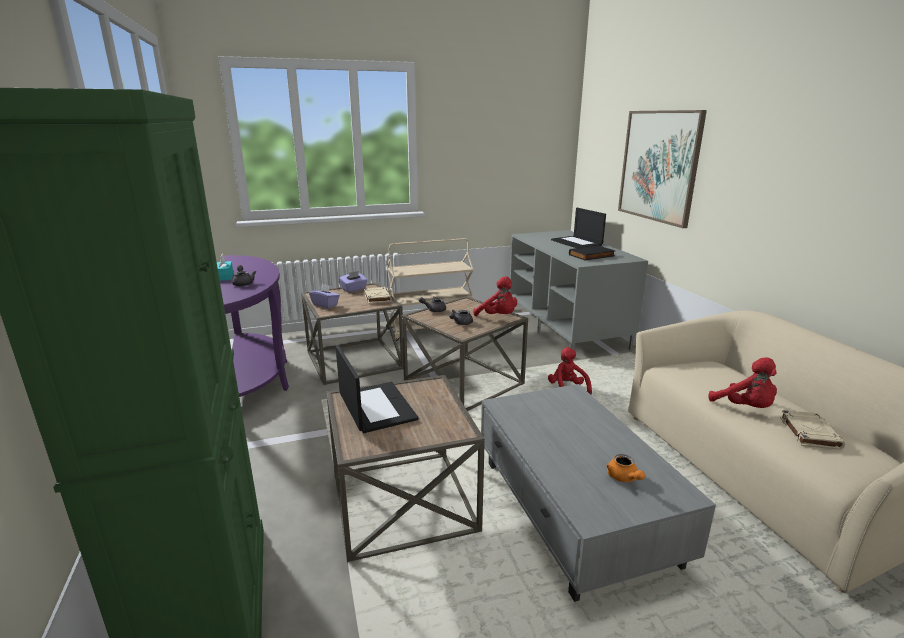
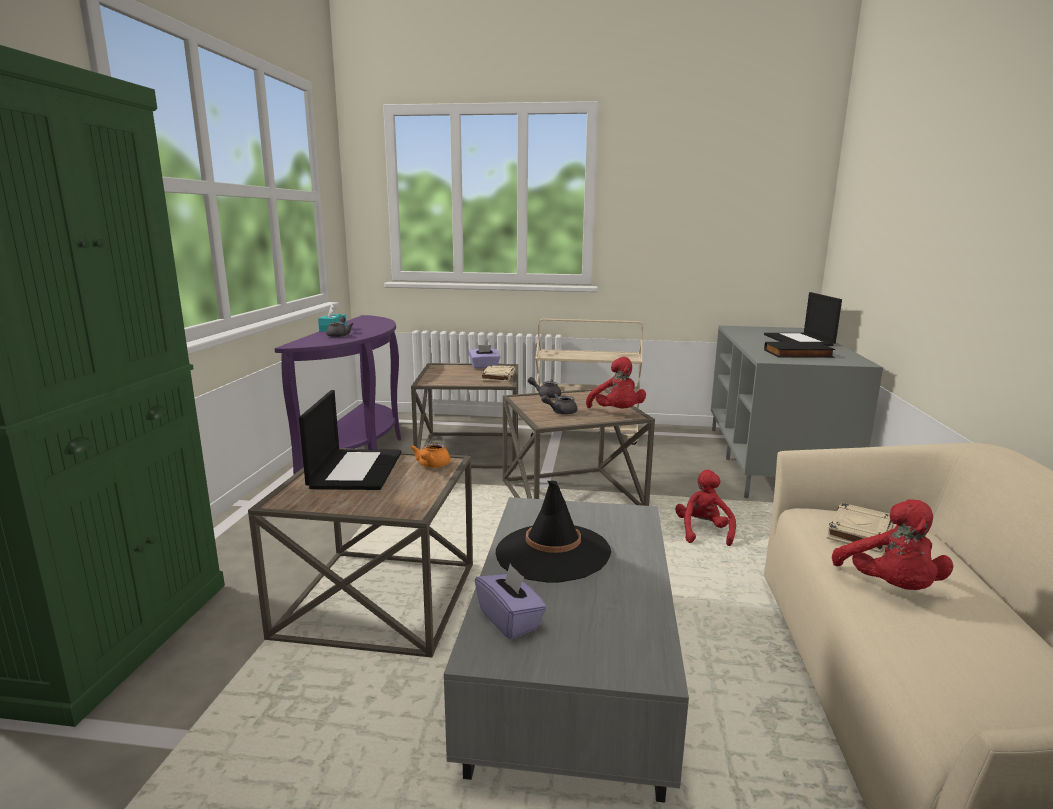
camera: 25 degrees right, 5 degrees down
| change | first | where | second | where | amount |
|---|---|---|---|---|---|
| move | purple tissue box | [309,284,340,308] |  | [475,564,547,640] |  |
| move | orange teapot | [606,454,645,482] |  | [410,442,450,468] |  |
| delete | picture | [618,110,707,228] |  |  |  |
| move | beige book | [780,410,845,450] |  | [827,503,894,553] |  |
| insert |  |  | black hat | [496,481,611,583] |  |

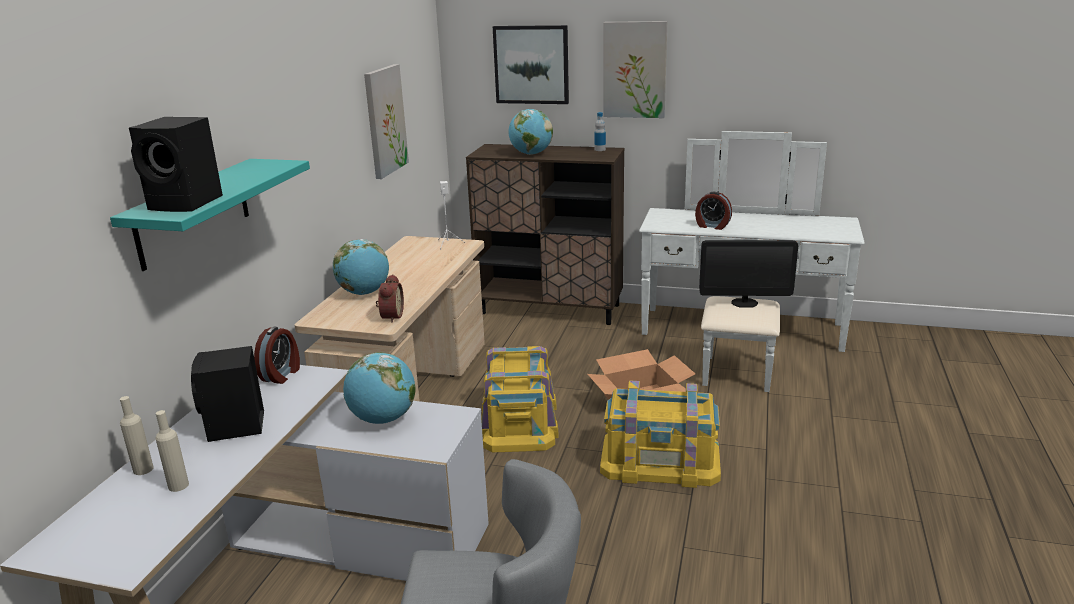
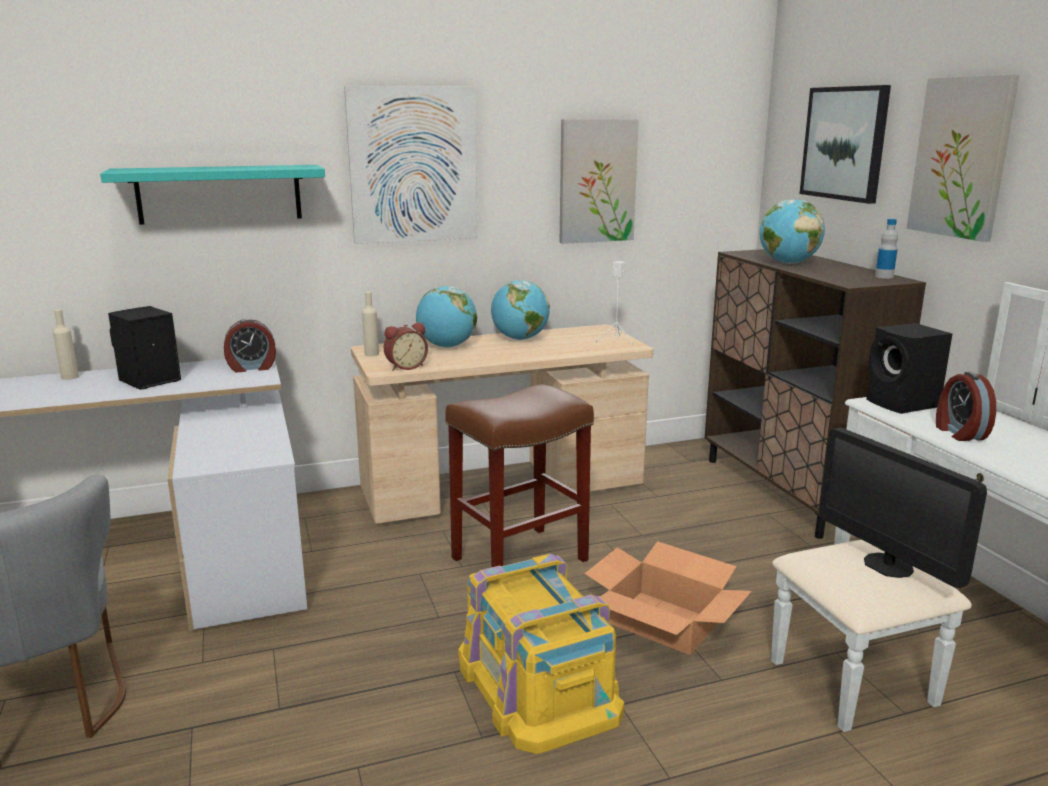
camera: 55 degrees right, 5 degrees down
| change | first | where | second | where | amount |
|---|---|---|---|---|---|
| move | black speaker | [129,117,223,212] |  | [866,323,952,414] |  |
| move | beige bottle | [155,410,189,492] |  | [362,292,379,356] |  |
| move | globe | [343,352,416,424] |  | [491,280,550,340] |  |
| replace | yellow storage box | [481,346,559,452] | brown stool | [445,384,594,567] |  |
| insert |  |  | picture | [344,86,478,244] |  |

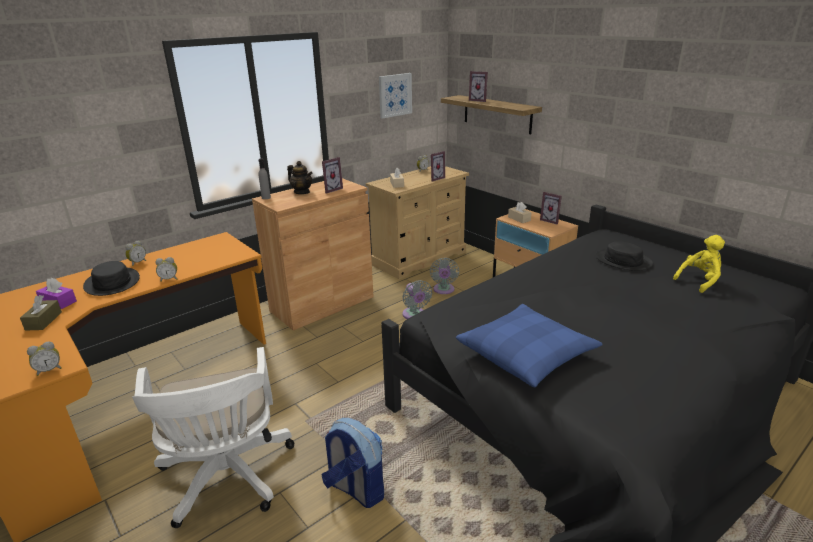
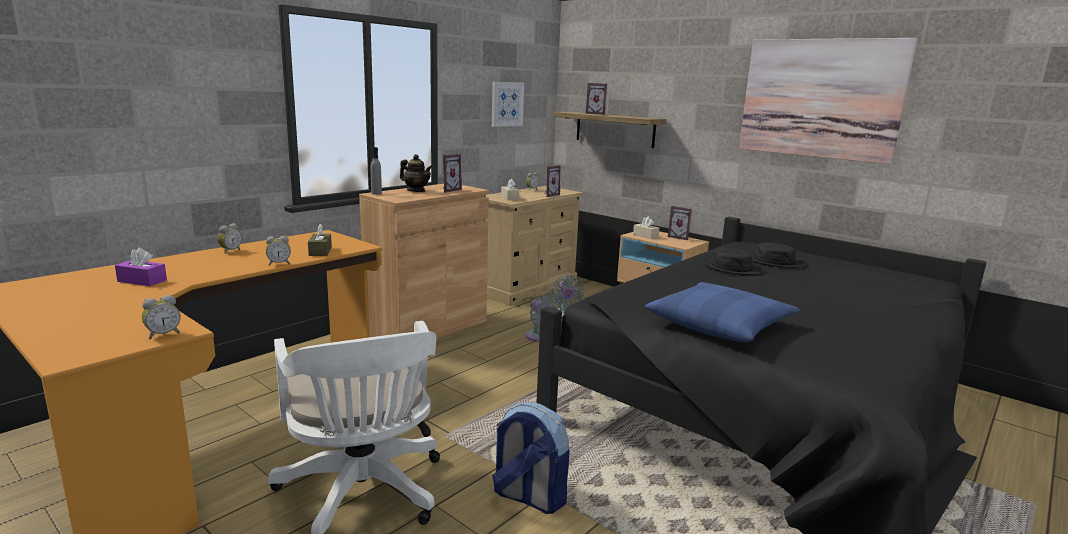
camera: 10 degrees left, 10 degrees down
| change | first | where | second | where | amount |
|---|---|---|---|---|---|
| move | brown tissue box | [20,295,62,331] |  | [308,224,332,256] |  |
| move | black hat | [83,261,140,296] |  | [702,247,763,275] |  |
| delete | yellow plush toy | [673,235,725,293] |  |  |  |
| insert |  |  | picture | [739,38,917,164] |  |

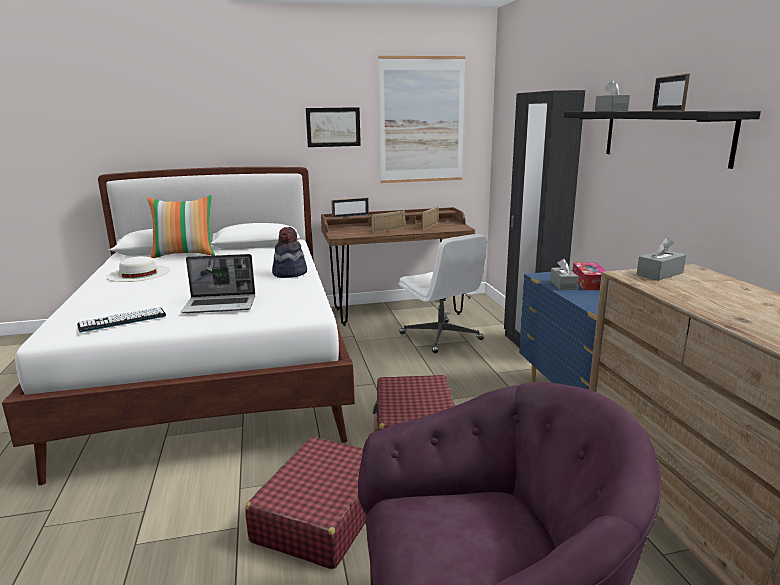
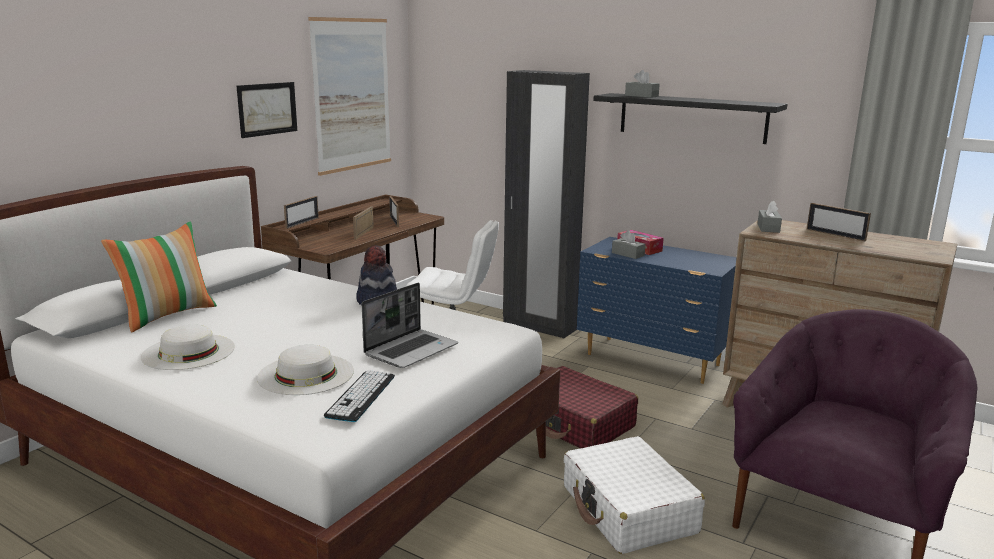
camera: 45 degrees left, 0 degrees up
| change | first | where | second | where | amount |
|---|---|---|---|---|---|
| recolor | red suitcase | [245,437,366,569] | white suitcase | [564,436,705,554] |  |
| move | picture frame | [652,74,690,111] |  | [807,203,871,241] |  |
| insert |  |  | white hat | [257,345,354,395] |  |

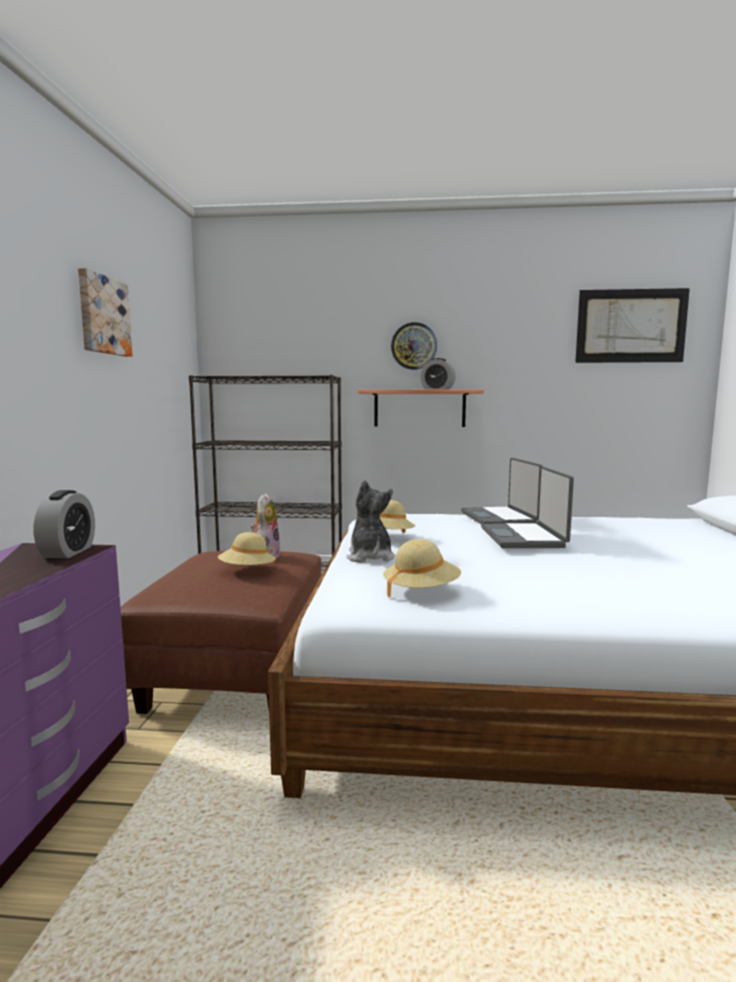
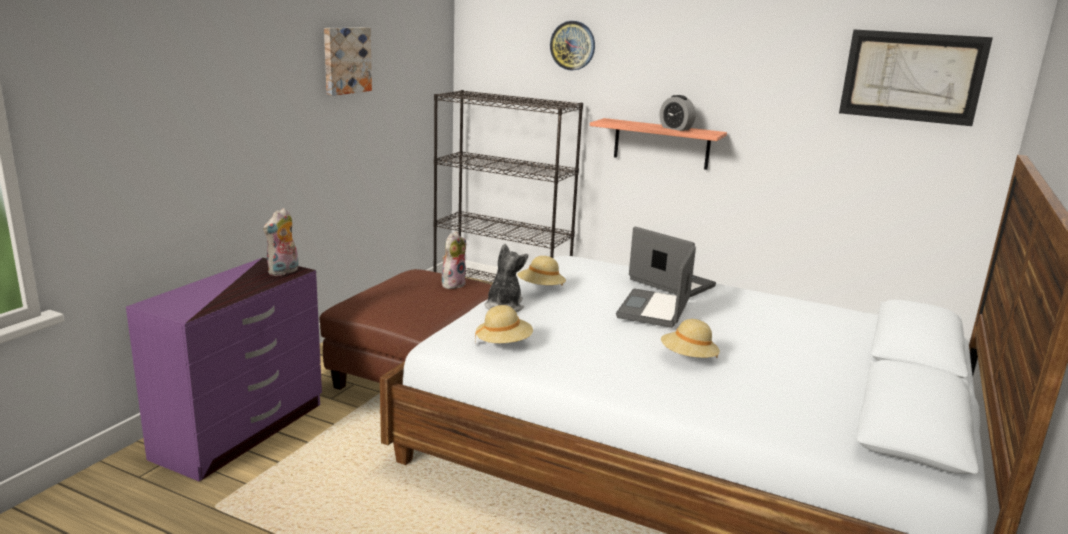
camera: 20 degrees right, 10 degrees up
| change | first | where | second | where | amount |
|---|---|---|---|---|---|
| replace | alarm clock | [33,490,95,558] | plush toy | [263,208,299,276] |  |
| move | beige hat | [218,532,276,566] |  | [661,319,720,358] |  |
| move | wall clock | [391,322,437,370] |  | [550,21,595,71] |  |
| rotate | laptop | [461,458,543,524] |  | [629,227,716,297] | 120 degrees clockwise |

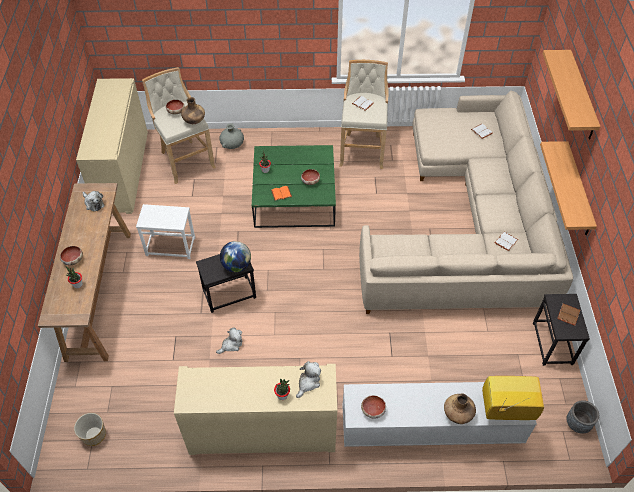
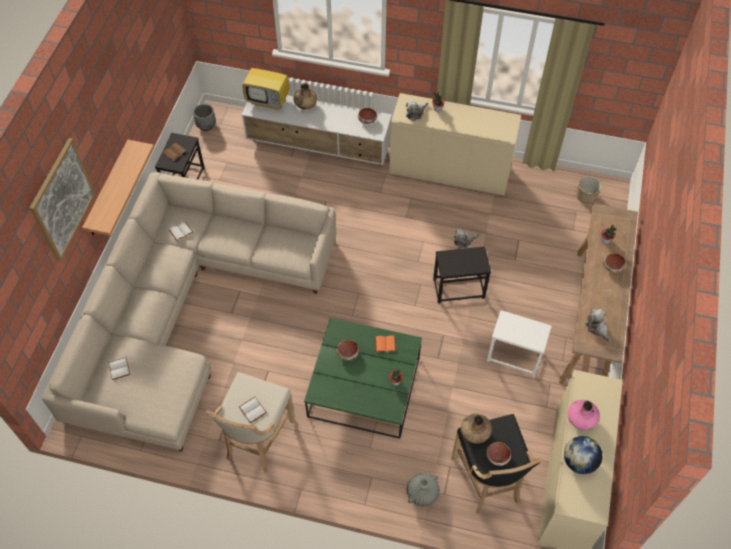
camera: 165 degrees left, 5 degrees up
| change | first | where | second | where | amount |
|---|---|---|---|---|---|
| recolor | beige stool | [142,67,216,184] | black stool | [451,414,542,514] |  |
| move | globe | [220,241,251,272] |  | [564,436,602,474] |  |
| replace | shelf | [543,50,600,139] | picture | [30,138,95,261] |  |
| insert |  |  | pink vase | [568,400,600,430] |  |

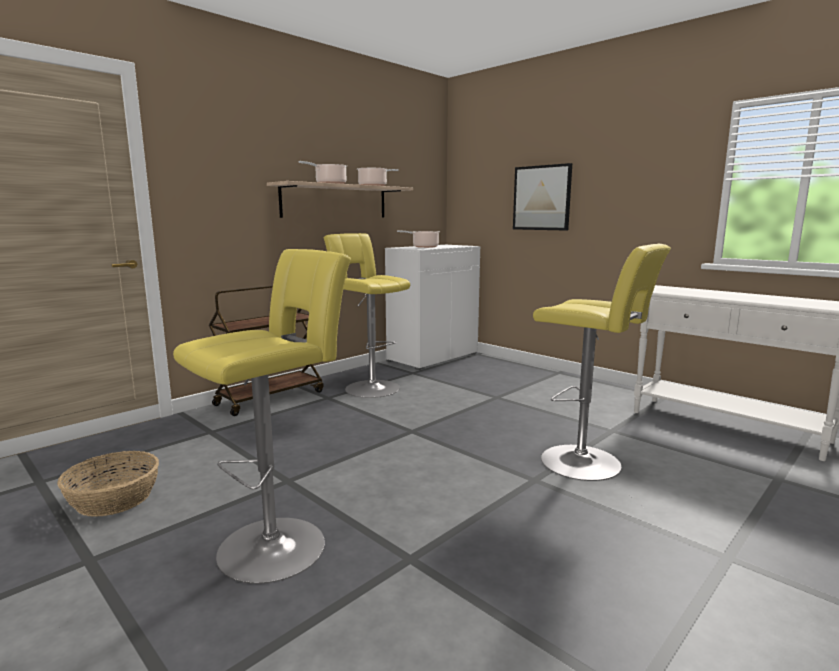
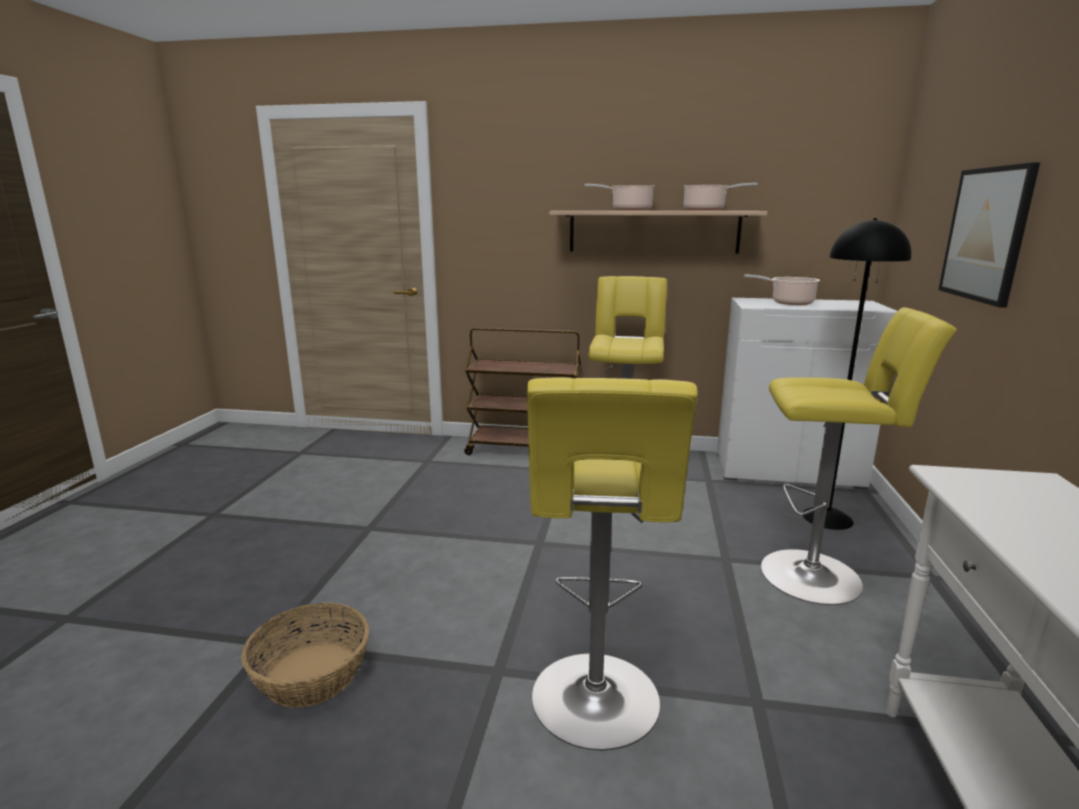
camera: 55 degrees right, 5 degrees up
| change | first | where | second | where | amount |
|---|---|---|---|---|---|
| move | basket | [57,451,159,517] |  | [241,602,369,708] |  |
| move | yellow stool | [173,249,351,584] |  | [761,307,957,605] |  |
| insert |  |  | black floor lamp | [803,218,911,530] |  |

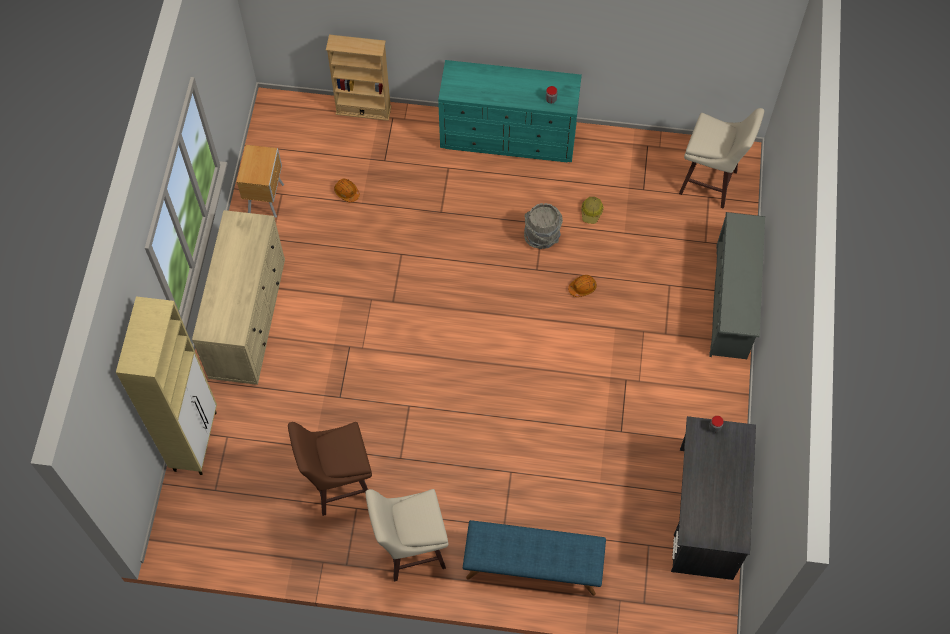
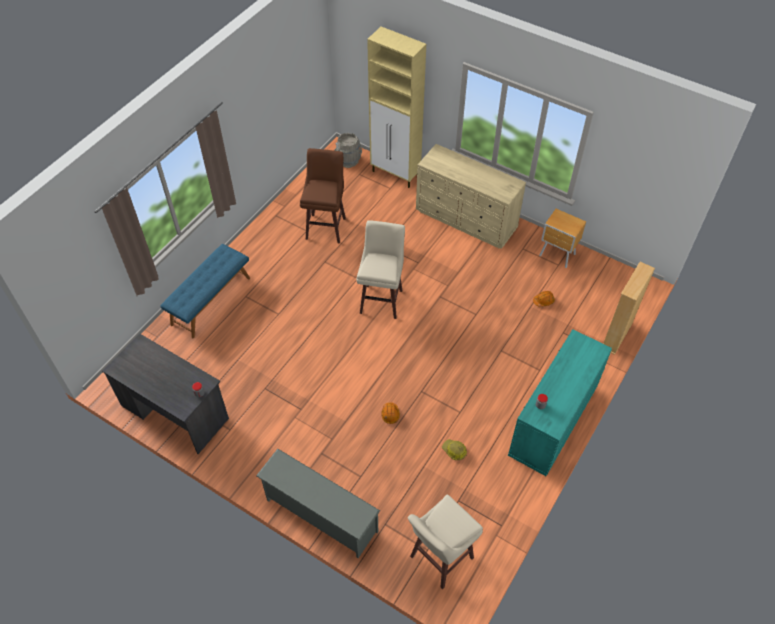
camera: 115 degrees right, 10 degrees down
| change | first | where | second | where | amount |
|---|---|---|---|---|---|
| move | beige stool | [365,489,448,581] |  | [356,220,405,319] |  |
| move | grey bucket | [524,203,563,249] |  | [335,133,362,168] |  |

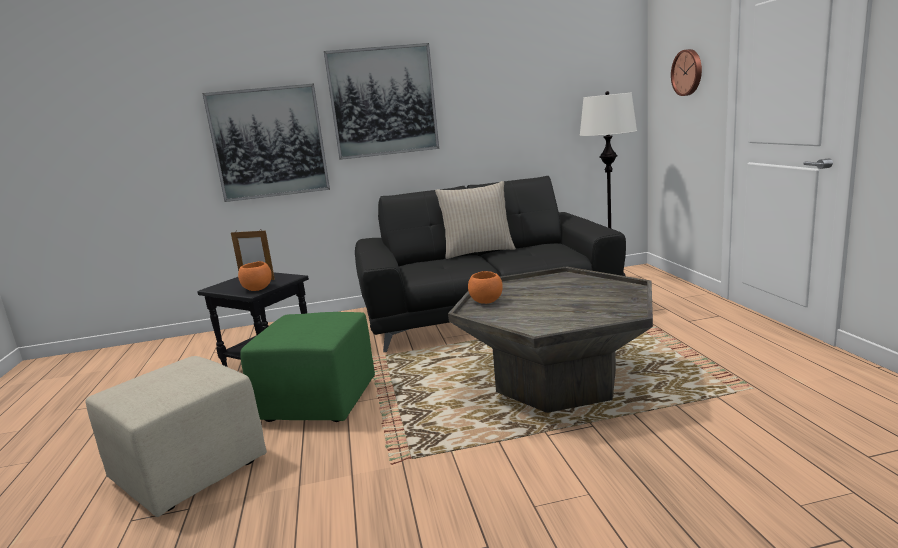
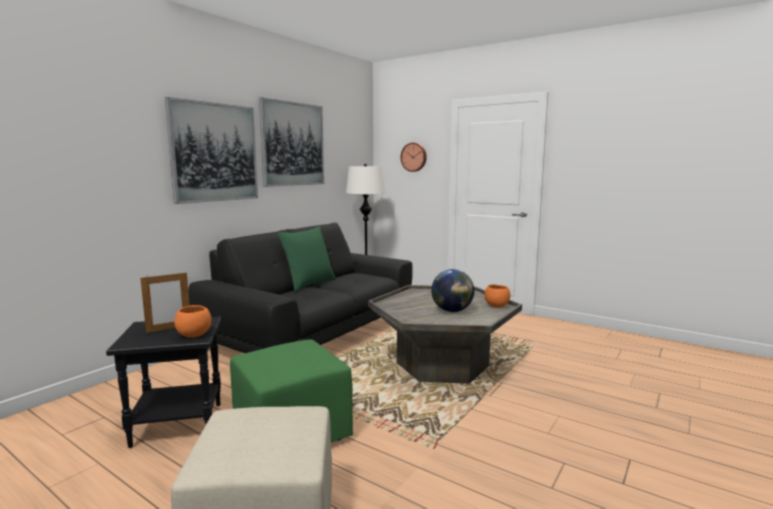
camera: 45 degrees left, 5 degrees down
| change | first | where | second | where | amount |
|---|---|---|---|---|---|
| move | picture | [202,83,330,202] |  | [259,97,324,187] |  |
| recolor | beige pillow | [435,181,516,259] | green pillow | [278,226,336,291] |  |
| move | orange bowl | [468,271,503,304] |  | [484,284,510,308] |  |
| insert |  |  | globe | [431,269,474,312] |  |

